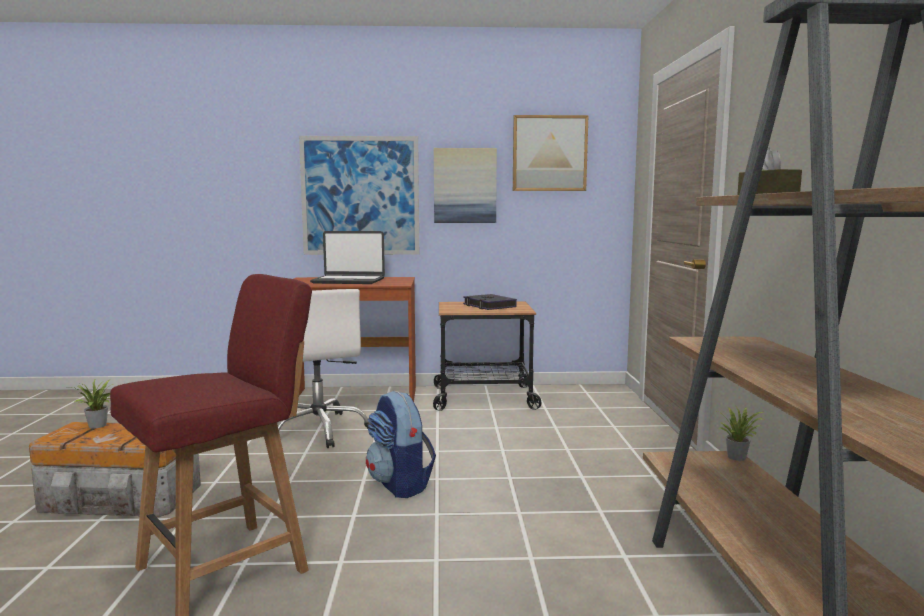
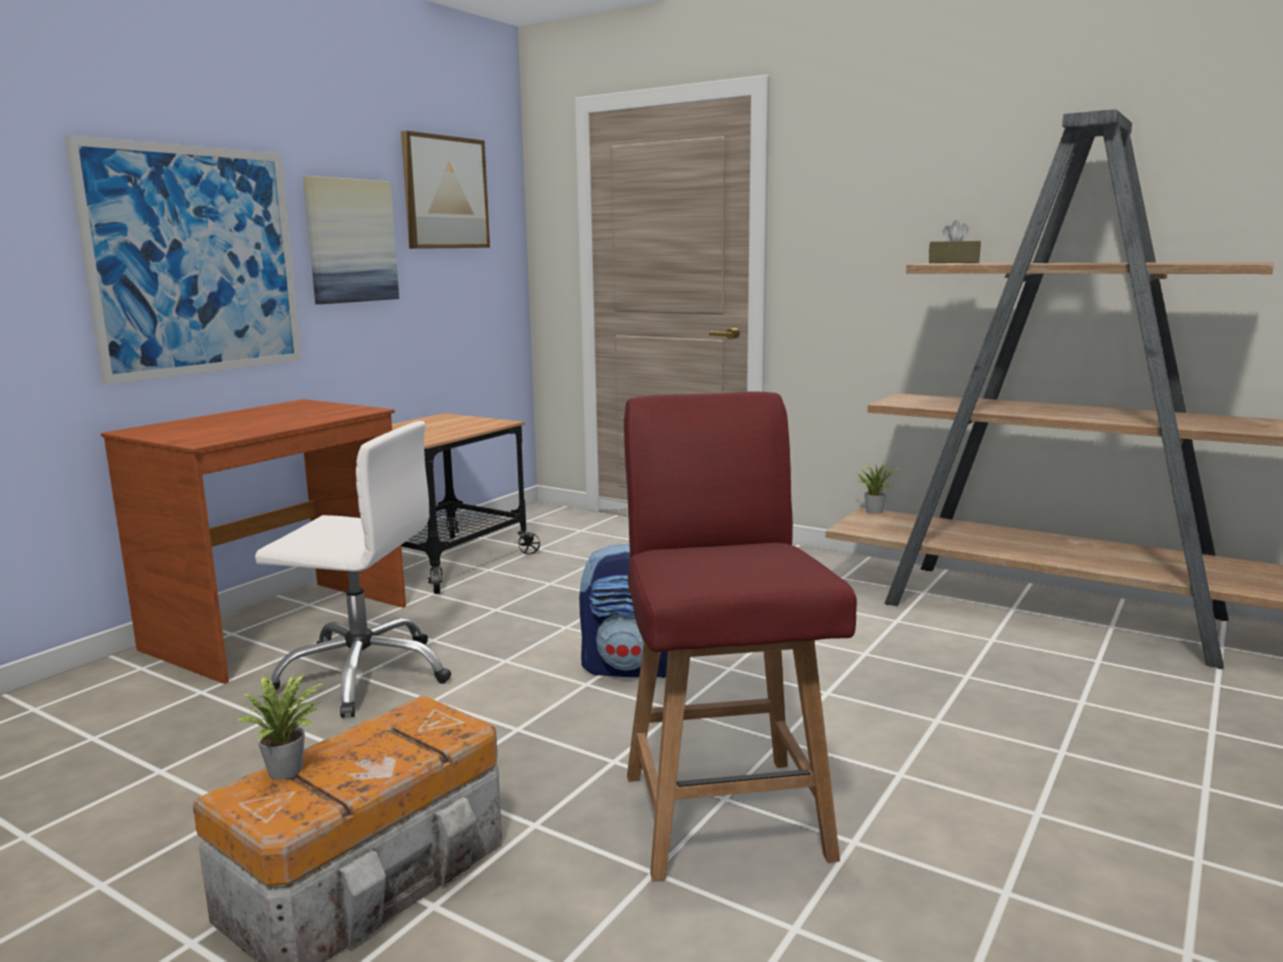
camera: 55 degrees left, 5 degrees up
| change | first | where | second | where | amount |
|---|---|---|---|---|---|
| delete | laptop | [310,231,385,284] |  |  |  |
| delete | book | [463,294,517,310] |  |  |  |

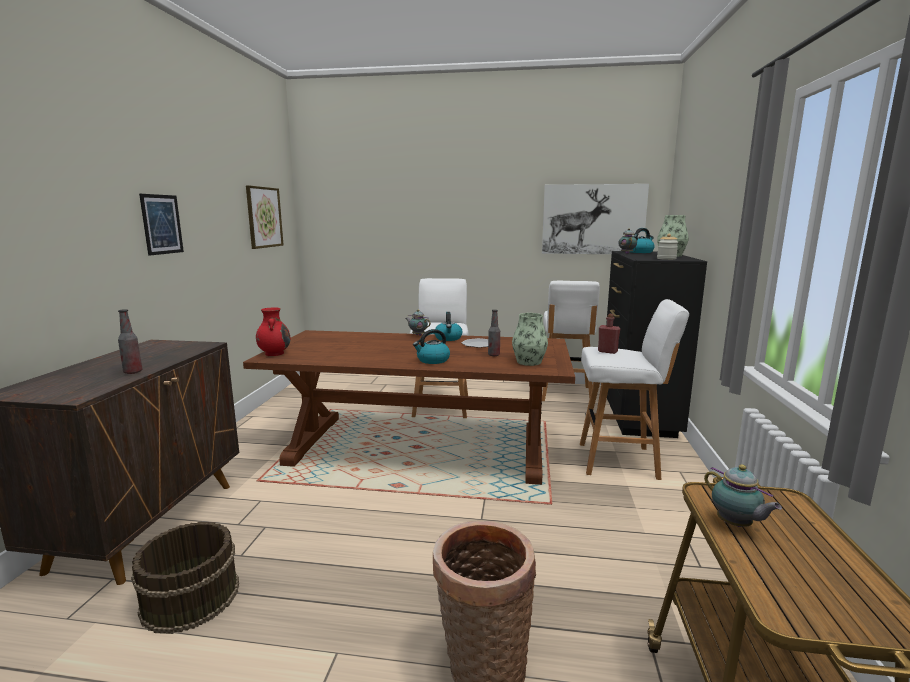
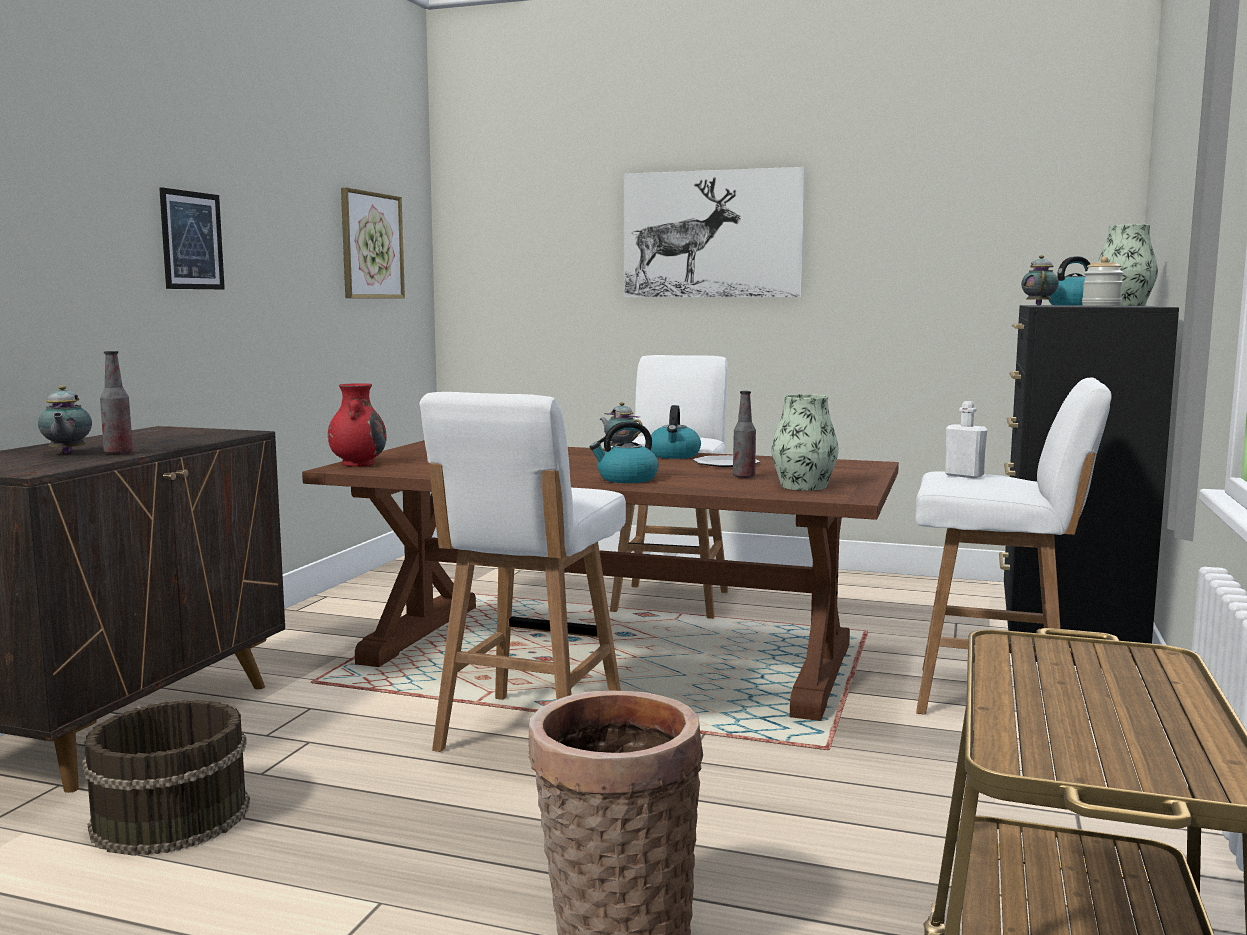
camera: 10 degrees right, 5 degrees down
| change | first | where | second | where | amount |
|---|---|---|---|---|---|
| move | picture | [542,184,649,254] |  | [624,167,805,297] |  |
| move | white stool | [542,281,600,401] |  | [419,392,626,752] |  |
| recolor | red bottle | [598,314,620,354] | white bottle | [945,401,987,478] |  |
| move | teapot | [704,464,782,527] |  | [38,385,92,454] |  |

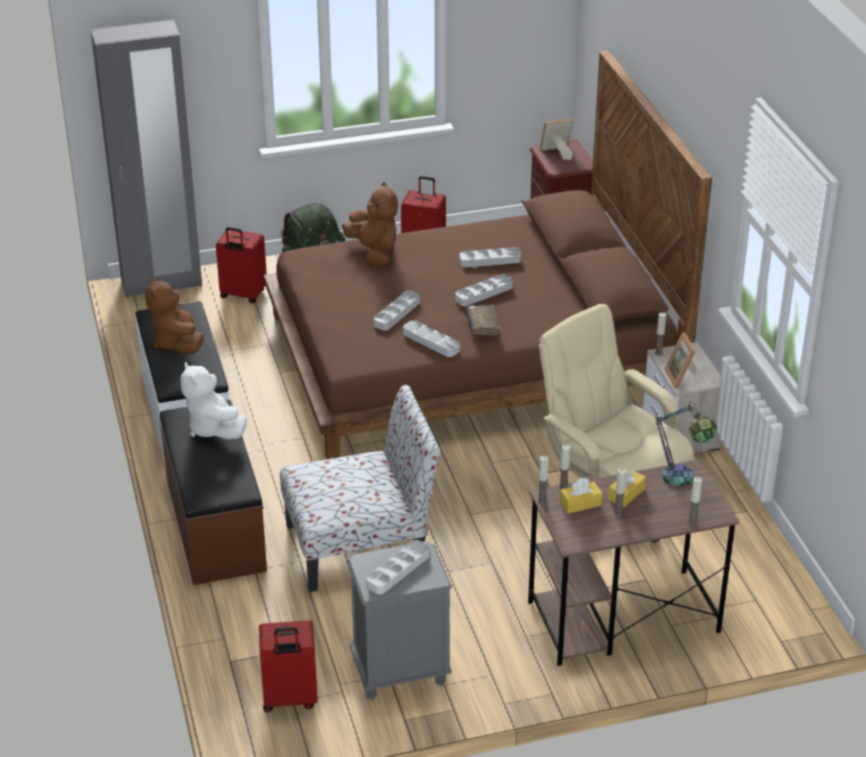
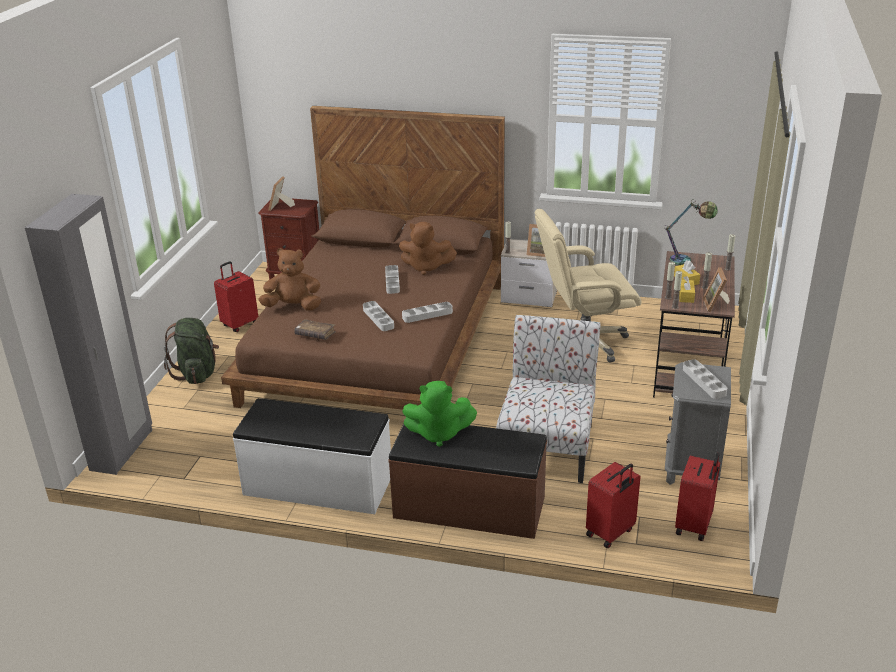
camera: 60 degrees left, 5 degrees down
| change | first | where | second | where | amount |
|---|---|---|---|---|---|
| move | brown plush toy | [145,276,204,354] |  | [399,222,457,275] |  |
| recolor | white plush toy | [180,362,247,439] | green plush toy | [402,381,477,447] |  |
| move | red suitcase | [216,227,267,304] |  | [586,462,640,548] |  |
| delete | grey tray | [459,247,521,267] |  |  |  |
| move | brown book | [466,305,500,337] |  | [295,319,336,340] |  |
| insert |  |  | picture frame | [703,267,730,312] |  |

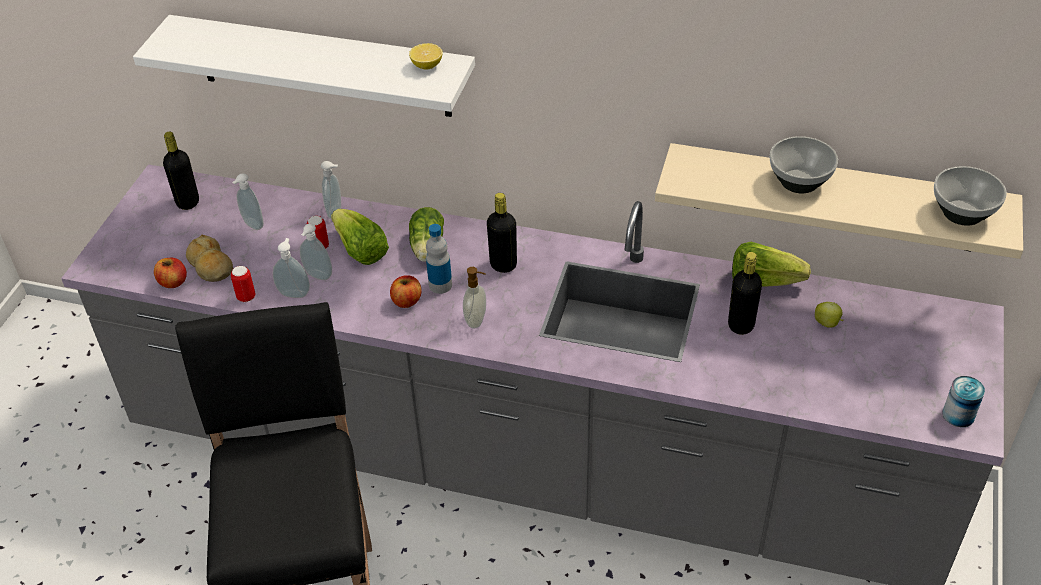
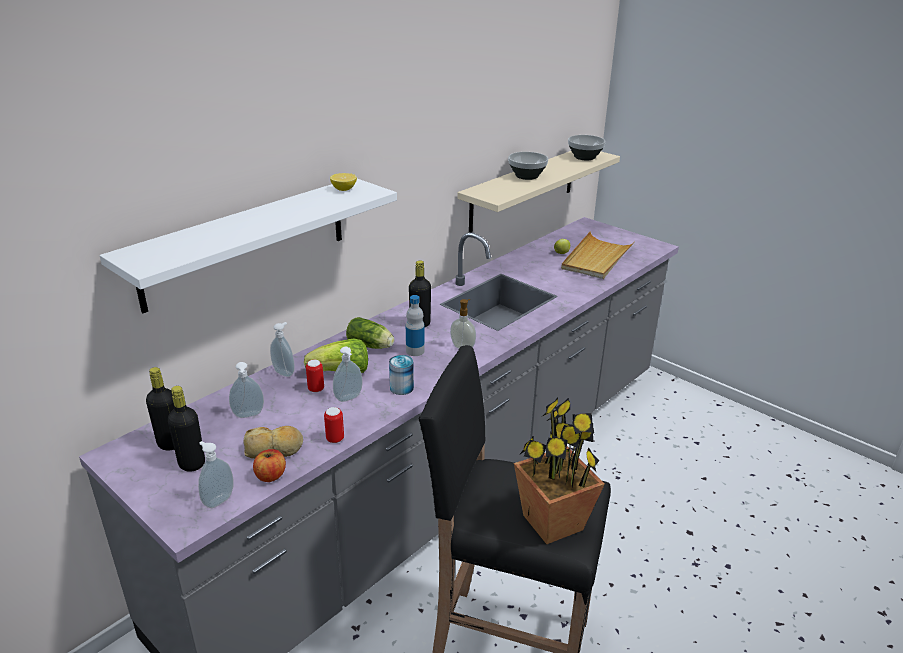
camera: 65 degrees left, 15 degrees down
| change | first | where | second | where | amount |
|---|---|---|---|---|---|
| move | soap dispenser | [273,238,310,298] |  | [198,441,234,508] |  |
| delete | apple | [390,275,422,308] |  |  |  |
| move | black bottle | [728,252,762,335] |  | [168,386,205,472] |  |
| delete | lettuce | [732,242,811,287] |  |  |  |
| move | can | [942,376,985,427] |  | [389,355,414,395] |  |
| insert |  |  | potted plant | [514,398,605,544] |  |
| insert |  |  | beige tray | [561,231,635,279] |  |

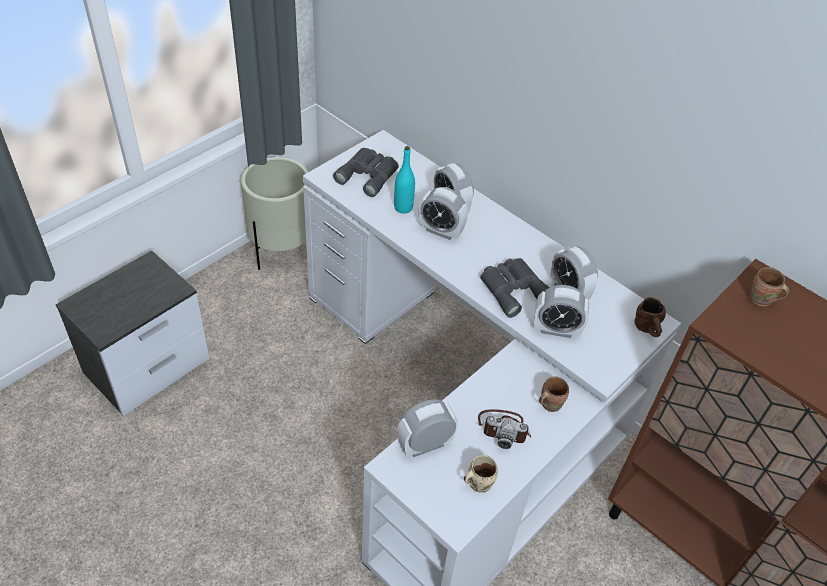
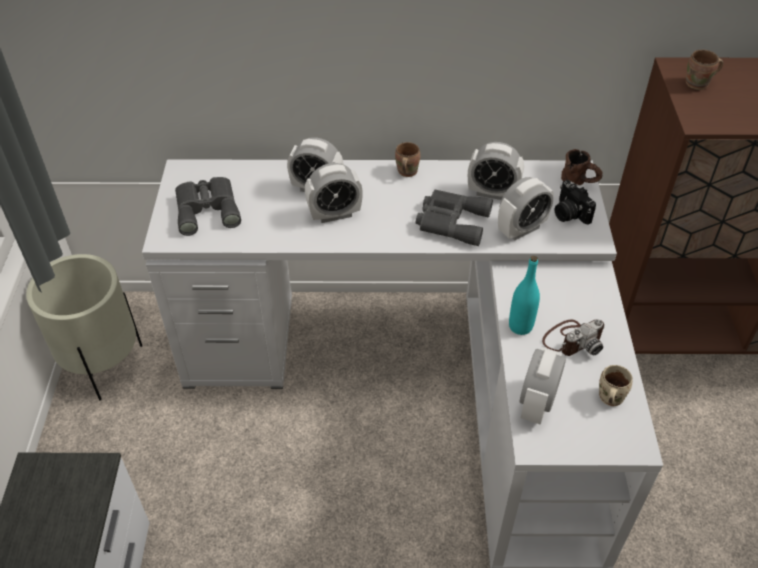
camera: 40 degrees left, 0 degrees up
| change | first | where | second | where | amount |
|---|---|---|---|---|---|
| move | turquoise bottle | [394,146,415,214] |  | [509,256,540,335] |  |
| move | brown mug | [539,377,569,412] |  | [395,142,420,177] |  |
| insert |  |  | photo camera | [555,180,596,225] |  |

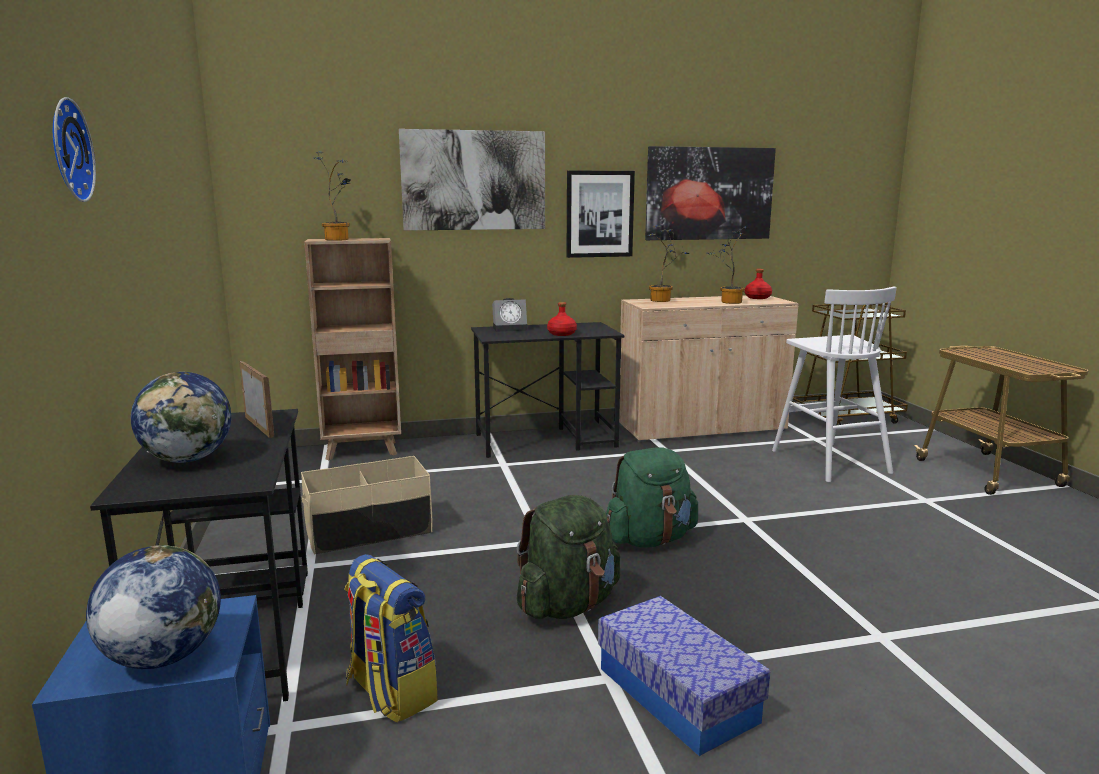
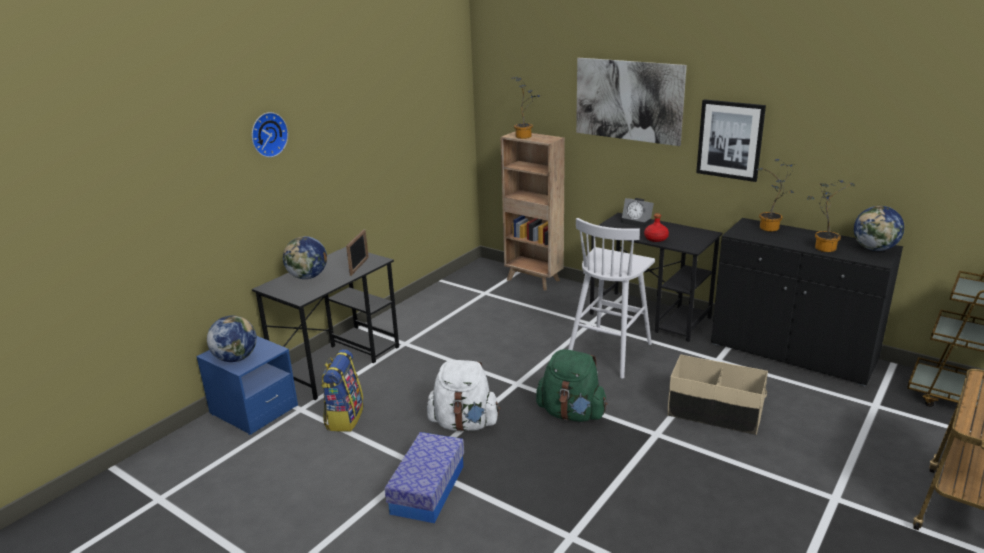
camera: 50 degrees right, 10 degrees up
| change | first | where | second | where | amount |
|---|---|---|---|---|---|
| move | beige storage box | [301,456,432,555] |  | [668,354,768,435] |  |
| recolor | green backpack | [516,495,620,619] | white backpack | [427,360,501,431] |  |
| recolor | beige cabinet | [619,295,799,442] | black cabinet | [711,218,903,386] |  |
| delete | picture | [645,146,776,240] |  |  |  |
| replace | red bottle | [745,269,772,299] | globe | [854,206,904,251] |  |
| move | white stool | [772,286,897,482] |  | [568,218,655,379] |  |

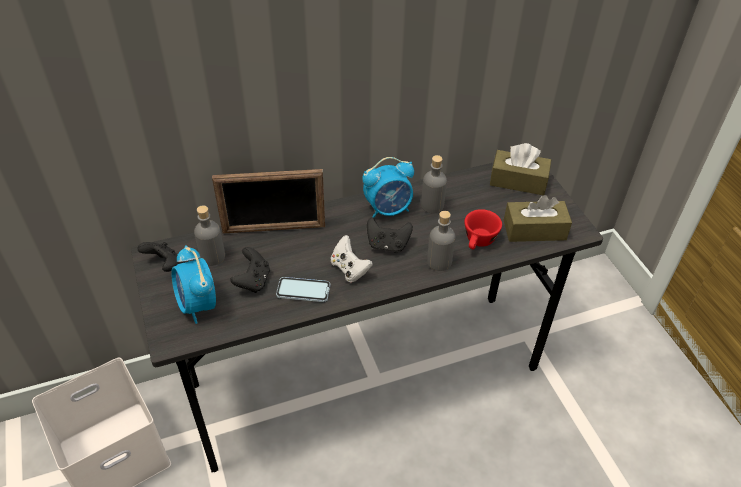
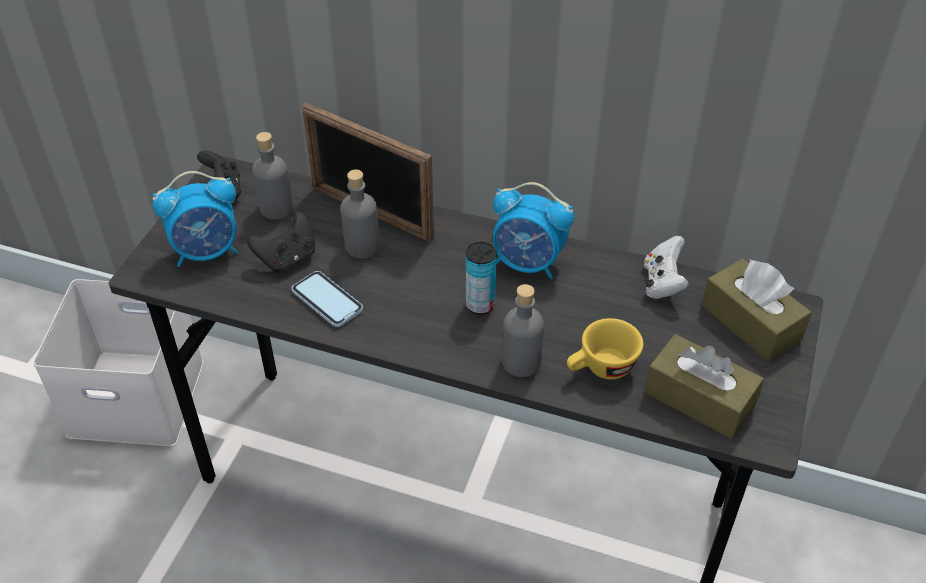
camera: 40 degrees right, 0 degrees up
| change | first | where | second | where | amount |
|---|---|---|---|---|---|
| rotate | alarm clock | [171,245,216,324] |  | [153,171,238,267] | 120 degrees counterclockwise |
| move | white game controller | [331,235,373,283] |  | [644,236,689,299] |  |
| replace | black game controller | [367,217,413,252] | can | [466,242,497,315] |  |
| move | grey bottle | [421,155,447,214] |  | [340,170,380,258] |  |
| recolor | red cup | [464,209,502,250] | yellow cup | [567,318,643,380] |  |

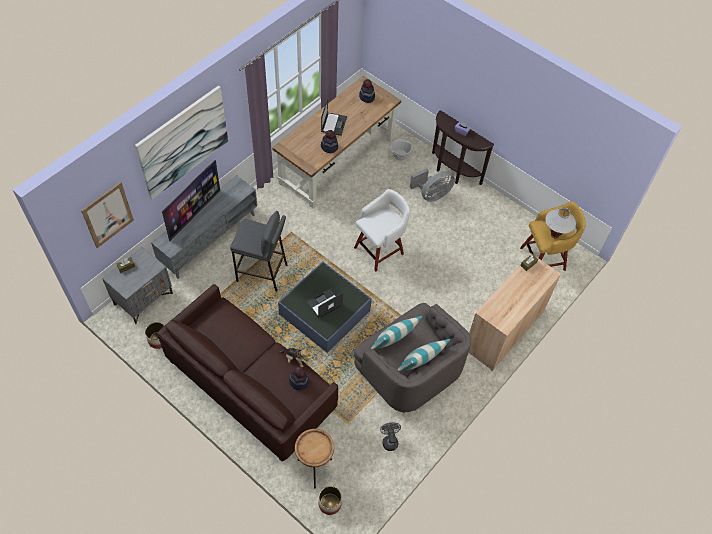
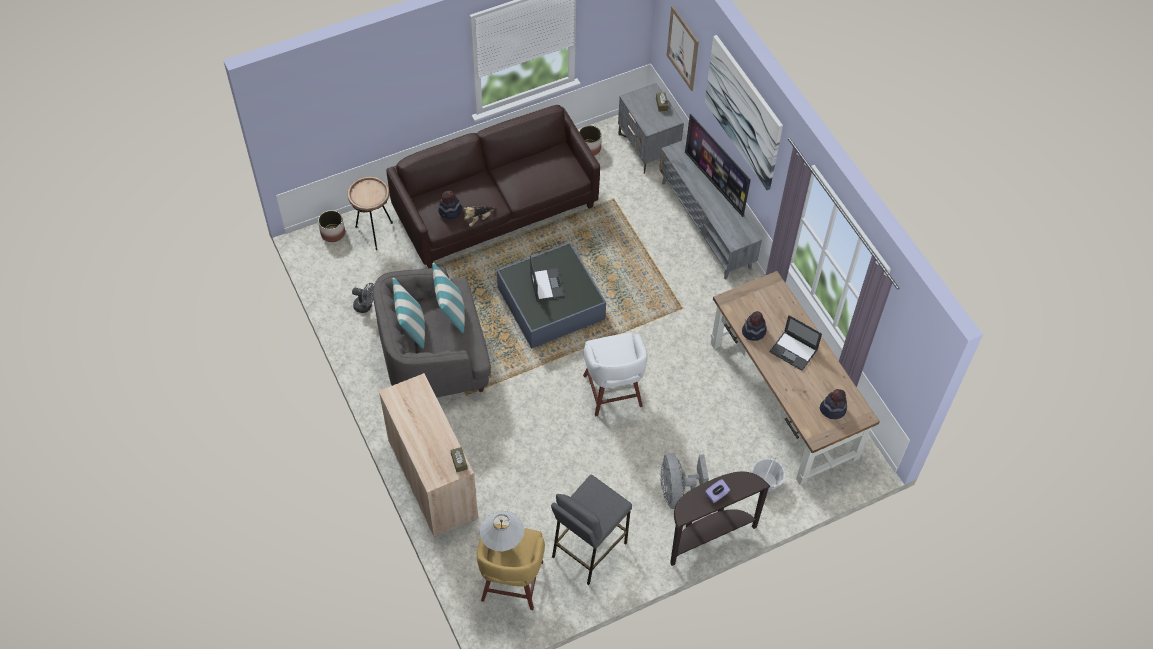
camera: 115 degrees right, 0 degrees up
| change | first | where | second | where | amount |
|---|---|---|---|---|---|
| move | grey stool | [230,211,287,291] |  | [551,475,632,585] |  |

